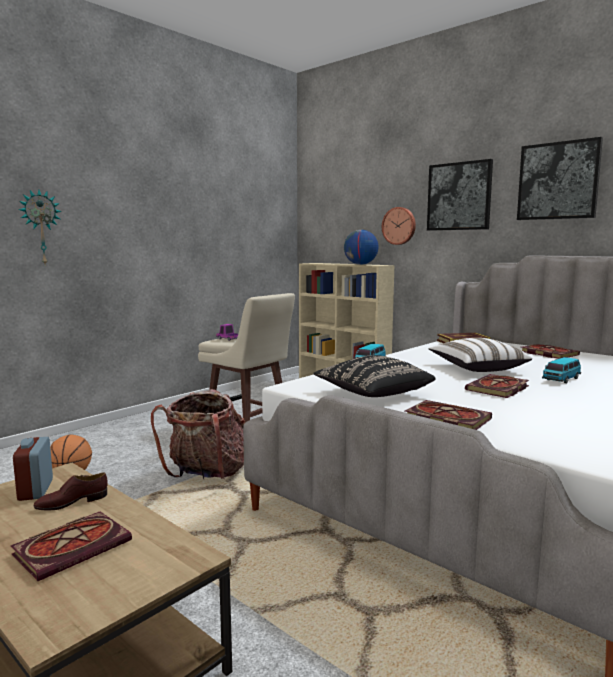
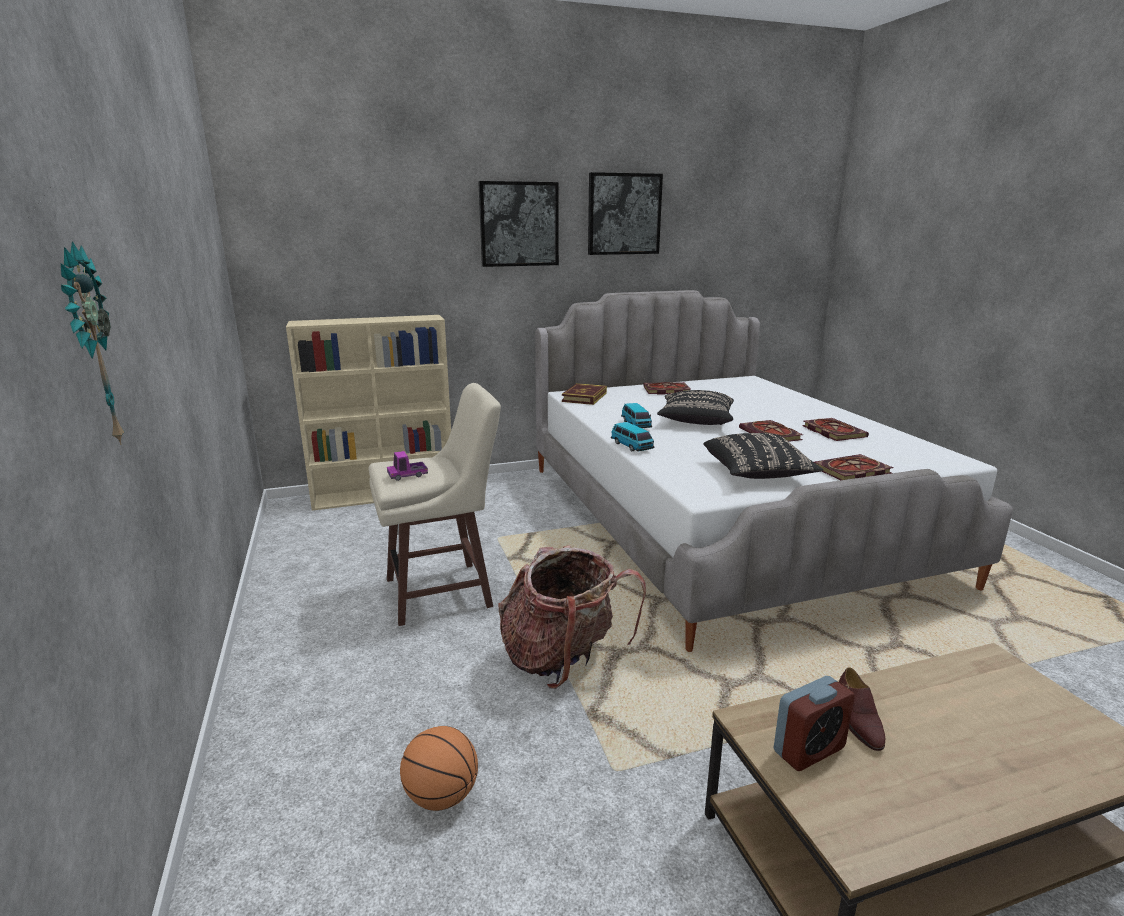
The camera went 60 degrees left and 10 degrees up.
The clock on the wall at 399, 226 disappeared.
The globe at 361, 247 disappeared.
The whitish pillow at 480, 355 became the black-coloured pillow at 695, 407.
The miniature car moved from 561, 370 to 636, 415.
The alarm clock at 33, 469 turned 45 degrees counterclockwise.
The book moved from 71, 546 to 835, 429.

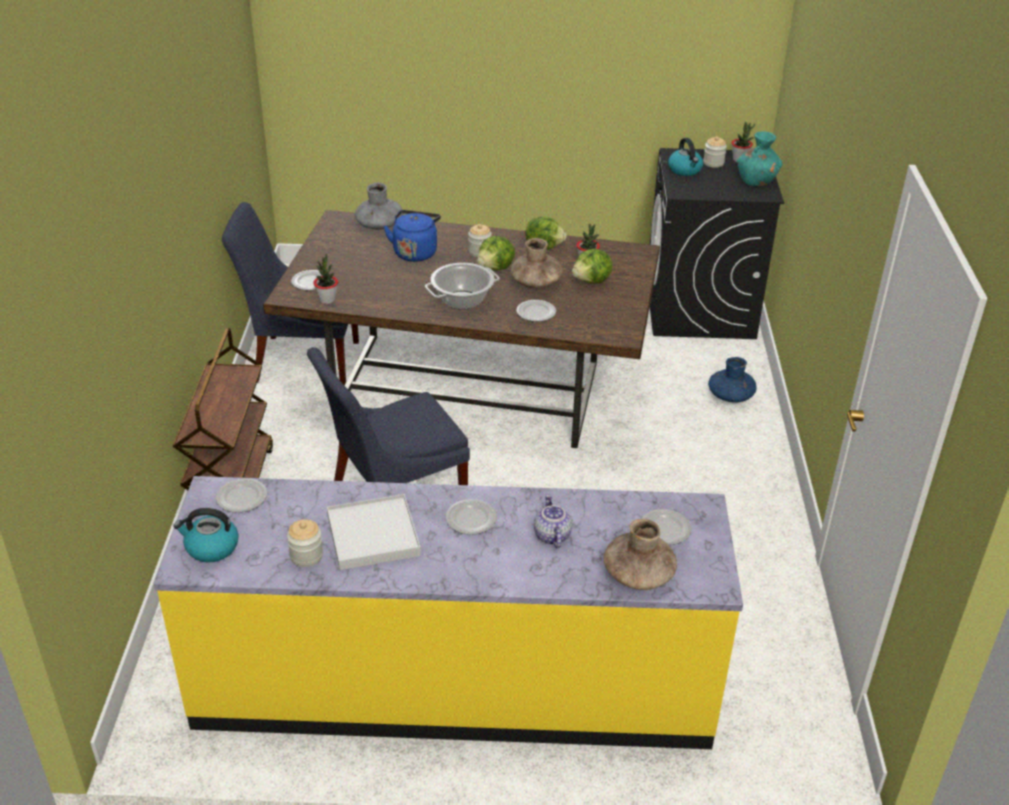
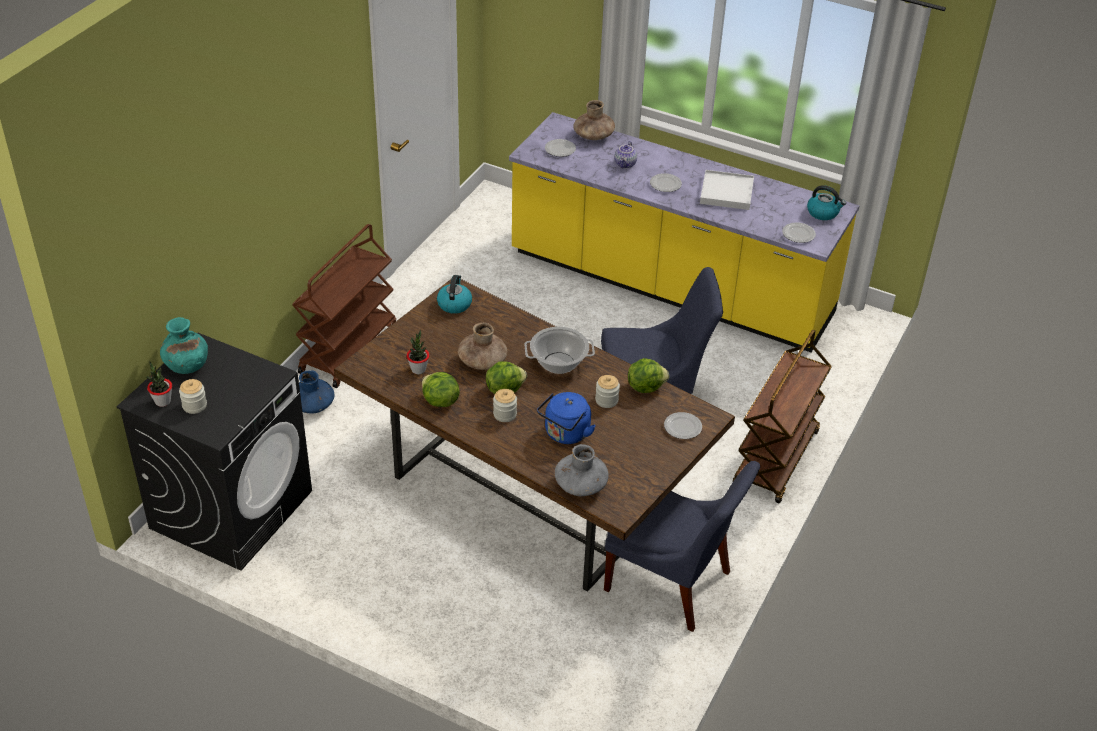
The camera went 155 degrees left and 5 degrees up.
The water kettle moved from 685, 157 to 454, 294.
The head of lettuce moved from 592, 265 to 648, 375.
The houseplant at 325, 278 disappeared.
The dinner plate at 536, 311 disappeared.
The preserve jar moved from 305, 543 to 607, 391.
The brown-coloured cart at 344, 306 appeared.

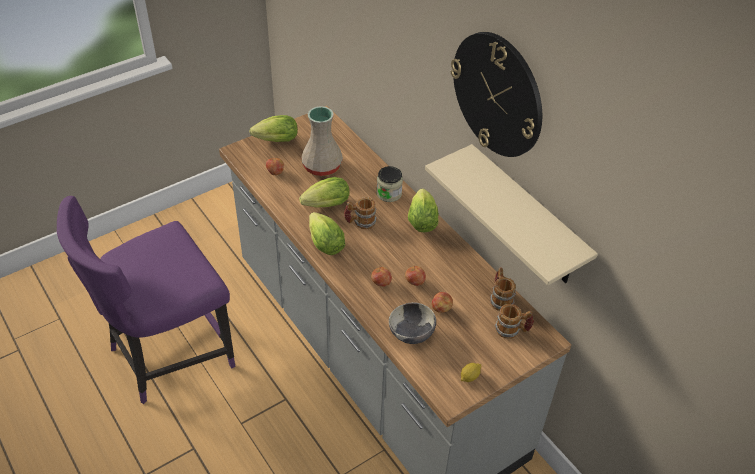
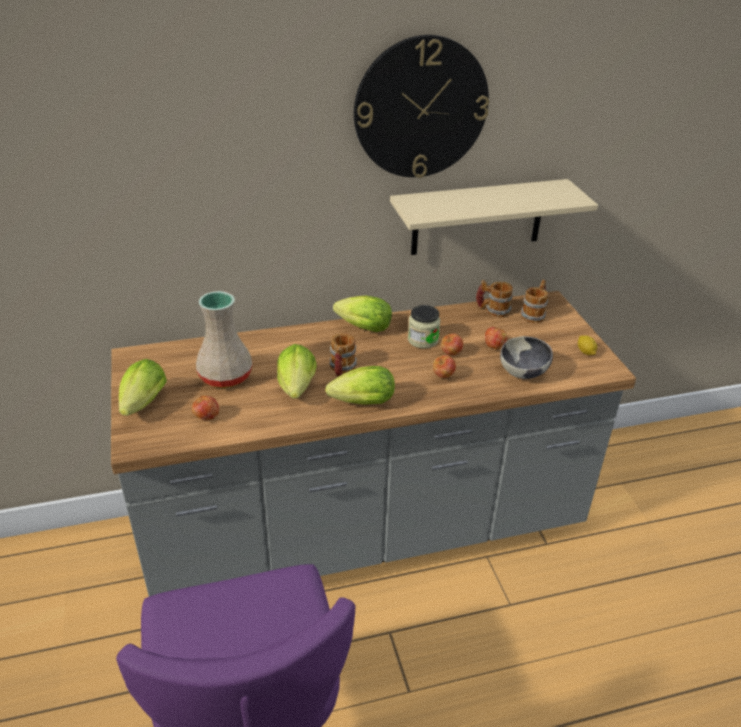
The camera went 70 degrees left and 10 degrees down.
The preserve jar moved from 389, 184 to 424, 327.

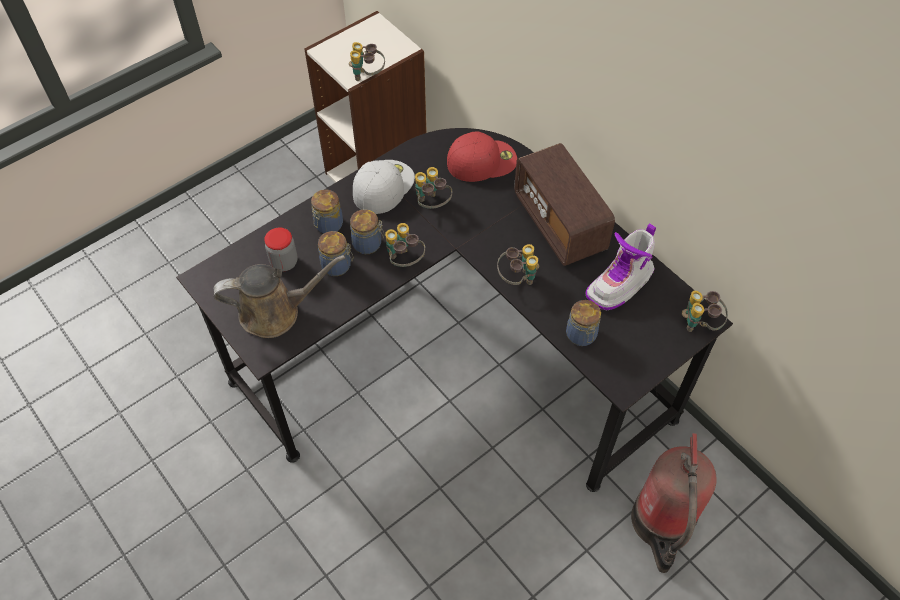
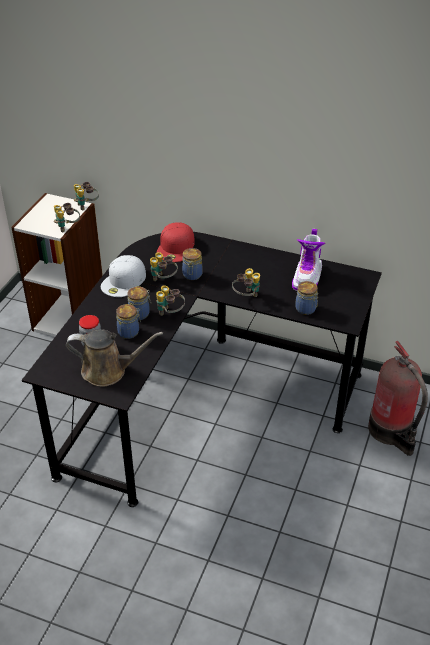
The camera went 30 degrees left and 15 degrees down.
The reddish cap at 482, 156 turned 150 degrees clockwise.
The radio receiver at 564, 204 disappeared.
The whitish cap at 384, 187 turned 150 degrees counterclockwise.
The preserve jar moved from 327, 212 to 192, 264.
The brown-coloured watering pot at 280, 296 turned 45 degrees clockwise.
The pair of binoculars moved from 705, 311 to 86, 196.

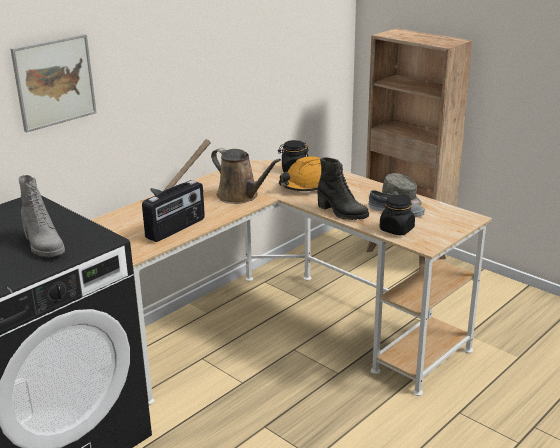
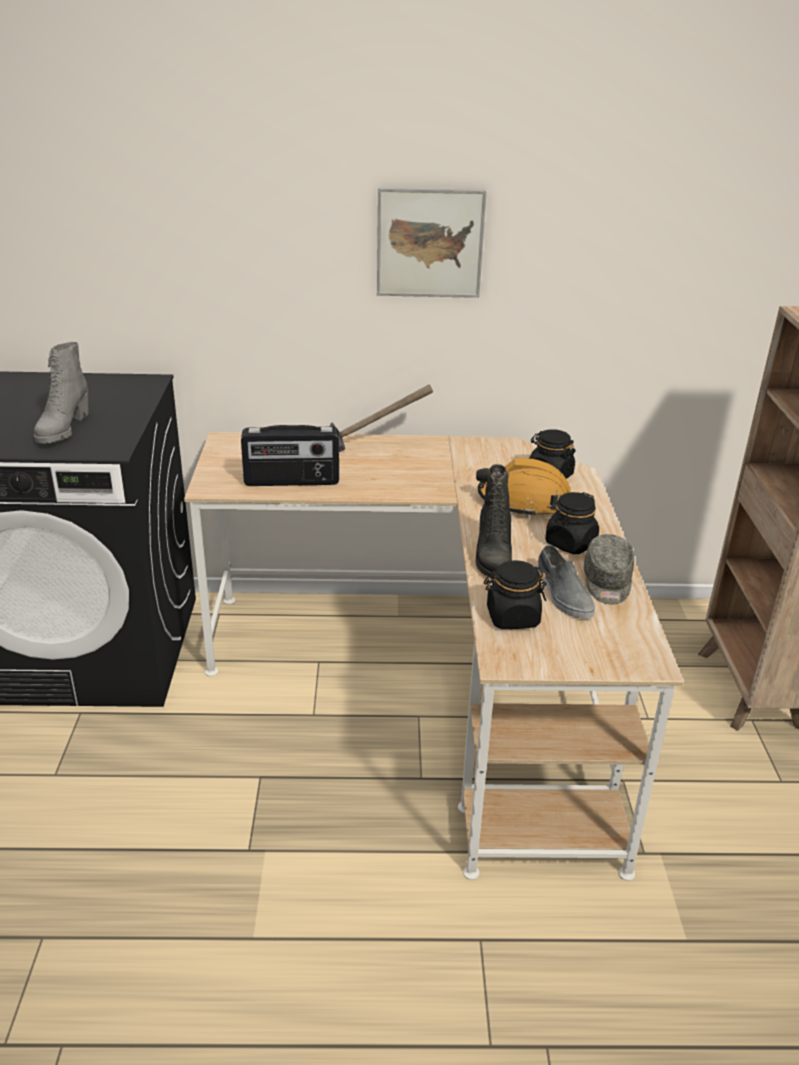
The camera went 45 degrees right and 5 degrees up.
The picture moved from 53, 83 to 432, 242.
The brown-coloured watering pot at 246, 176 disappeared.
The black-coloured preserve jar at 572, 523 appeared.

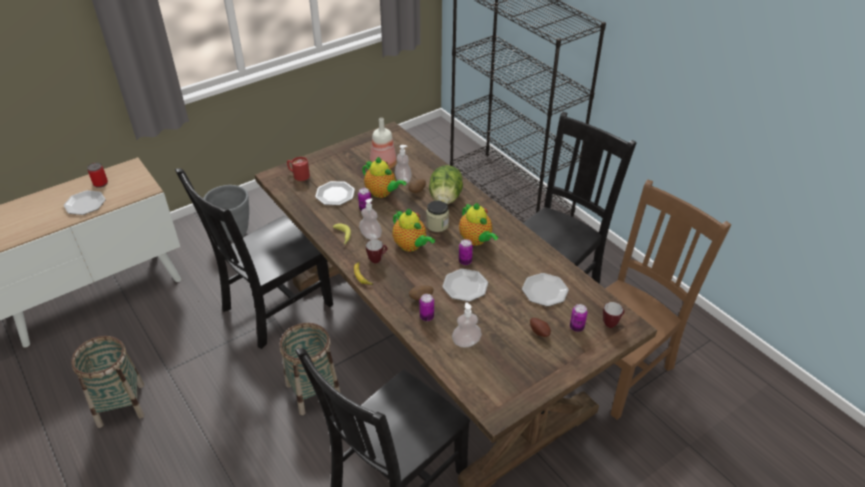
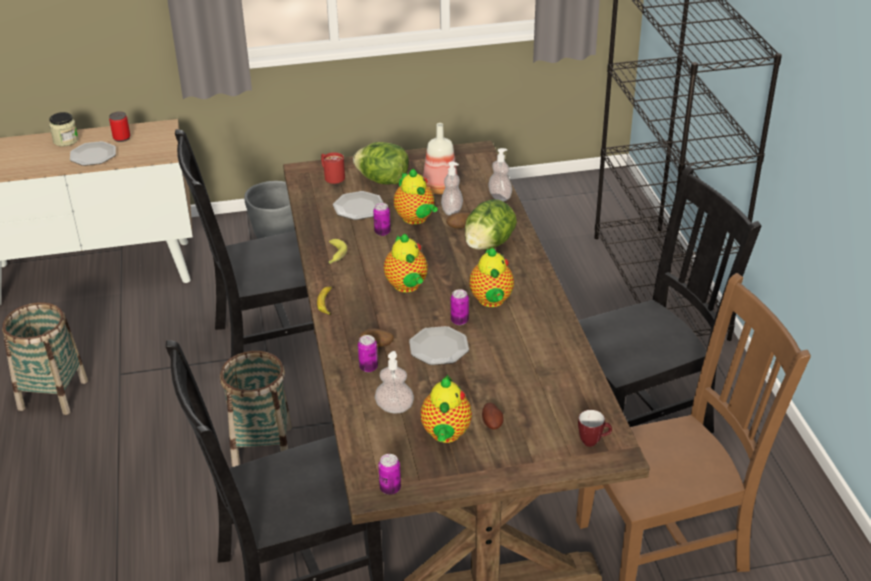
The camera went 25 degrees right and 5 degrees down.
The soap bottle moved from 370, 219 to 500, 175.
The preserve jar moved from 437, 216 to 64, 129.
The tea mug at 376, 251 disappeared.
The dinner plate at 545, 289 disappeared.
The sealed can moved from 579, 318 to 389, 474.
The head of lettuce at 381, 163 appeared.
The tea pot at 446, 408 appeared.

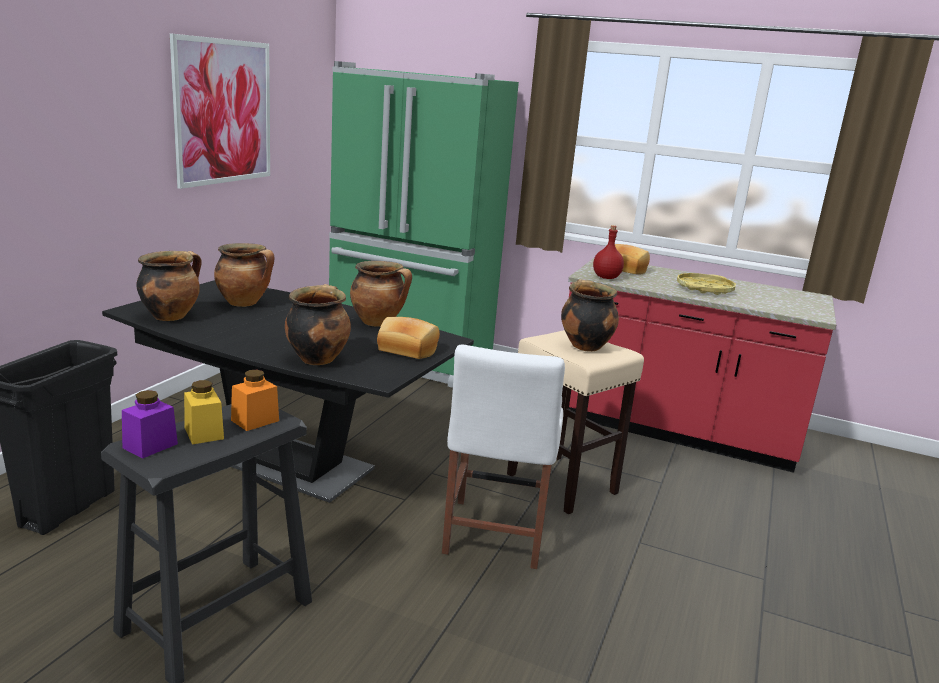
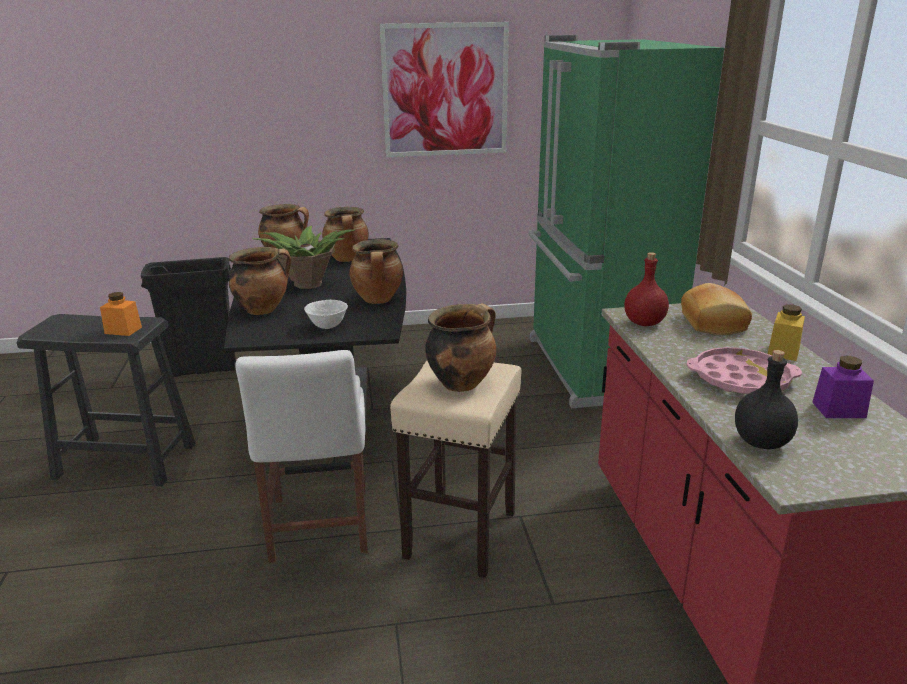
The camera went 60 degrees right and 5 degrees up.
The yellow serving tray at 706, 284 became the pinkish serving tray at 744, 371.
The bakery bread at 408, 338 was replaced by the whitish serving bowl at 326, 314.
The whitish upright chair at 503, 456 turned 75 degrees counterclockwise.
The yellow preserve jar moved from 204, 412 to 786, 332.
The purple preserve jar moved from 150, 424 to 843, 387.
The houseplant at 303, 257 appeared.
The black-coloured bottle at 766, 399 appeared.

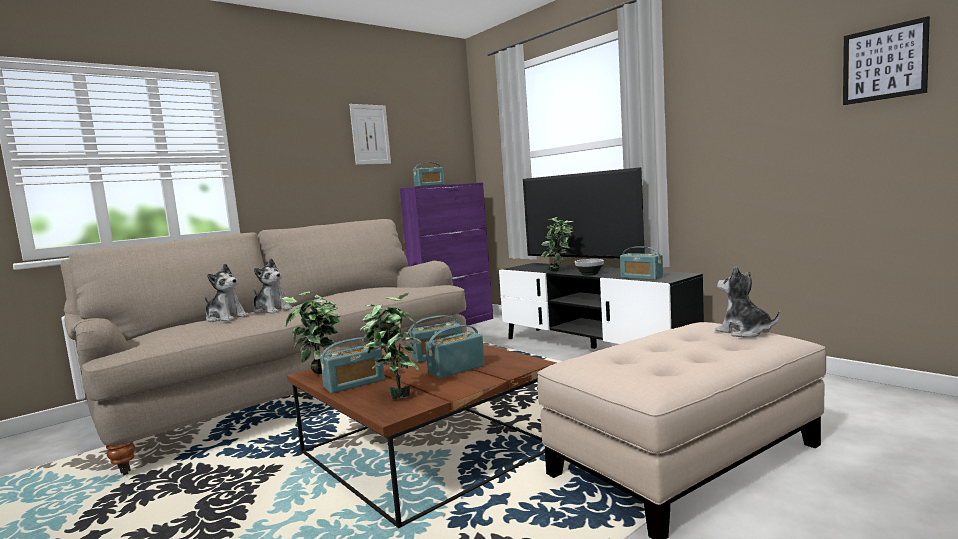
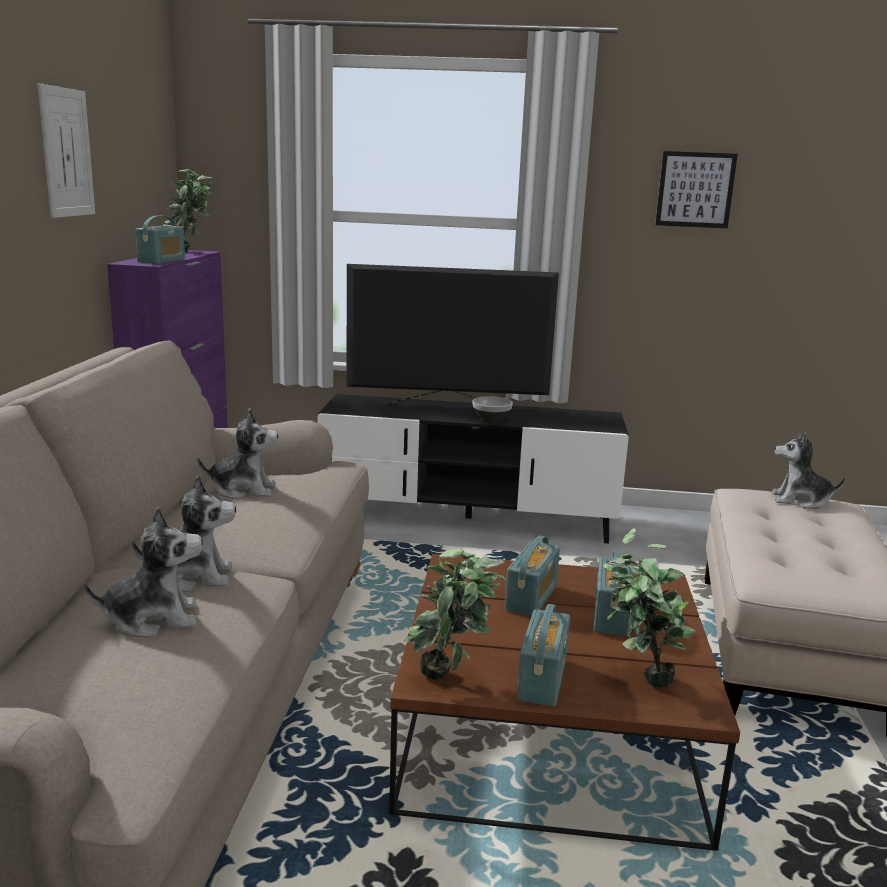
The camera went 45 degrees left and 10 degrees up.
The picture moved from 886, 60 to 696, 189.
The houseplant moved from 557, 244 to 189, 210.
The radio receiver at 641, 263 disappeared.
The plush toy at 238, 454 appeared.

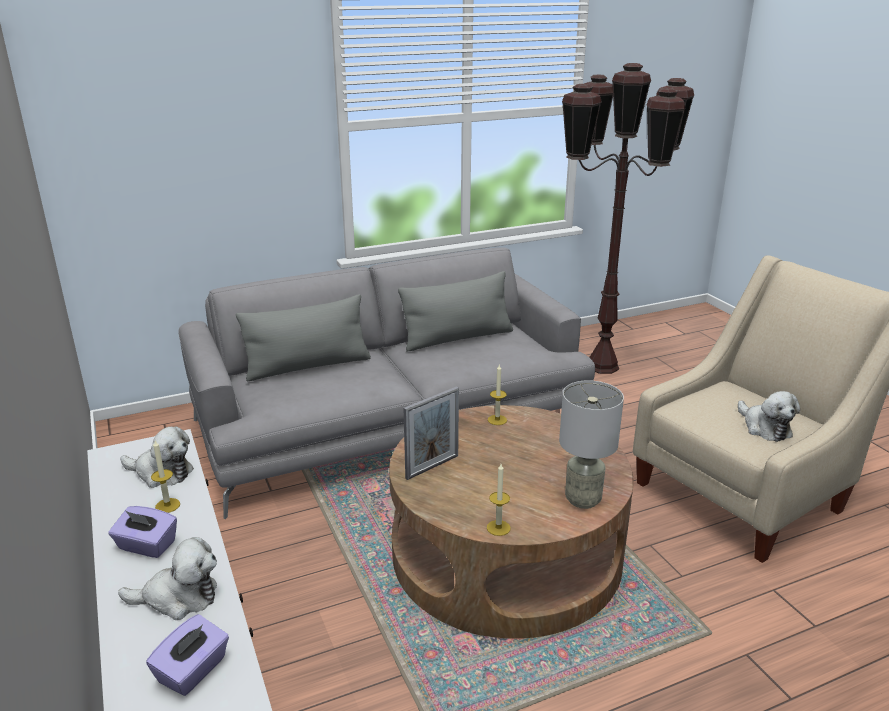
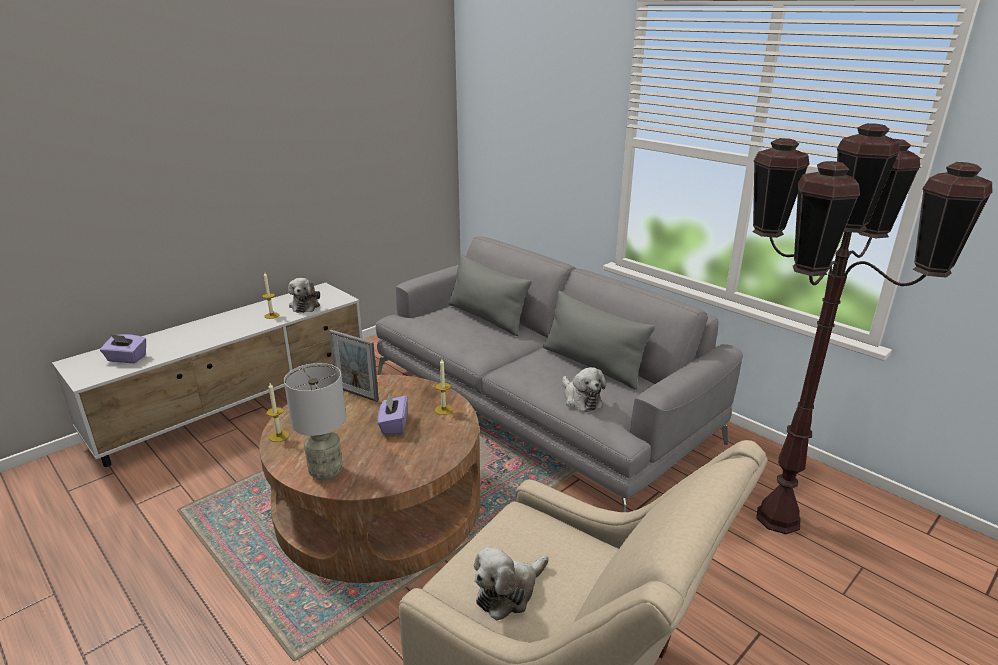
The camera went 70 degrees right and 0 degrees up.
The purple tissue box moved from 143, 532 to 393, 414.
The plush toy moved from 167, 578 to 584, 389.

